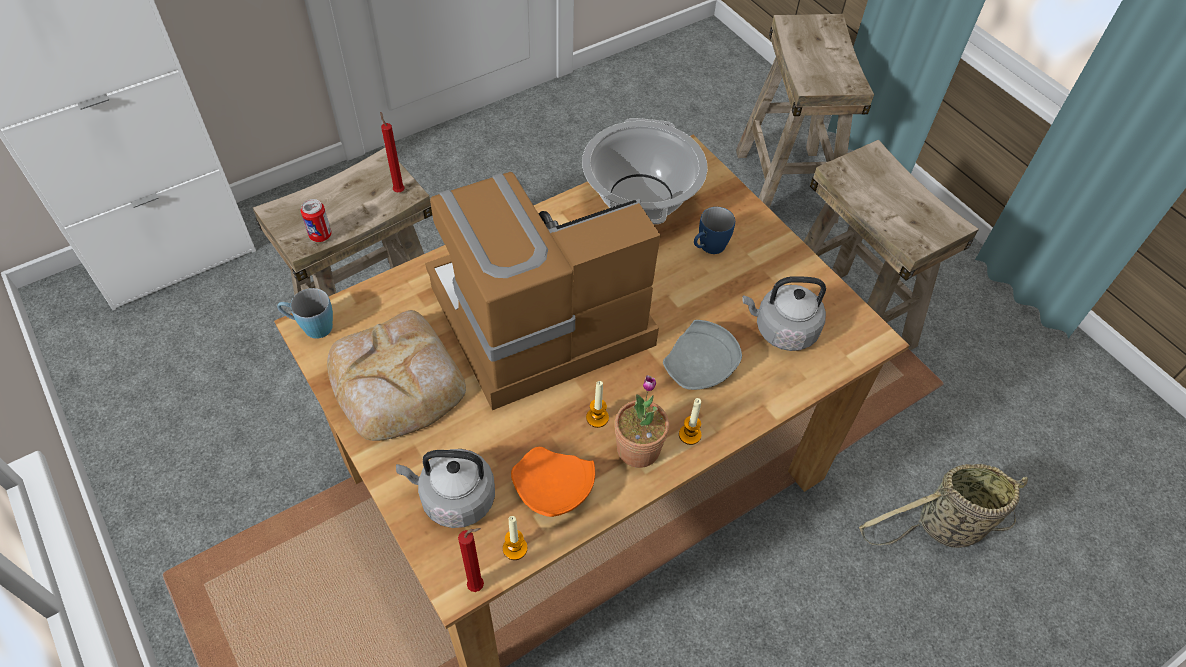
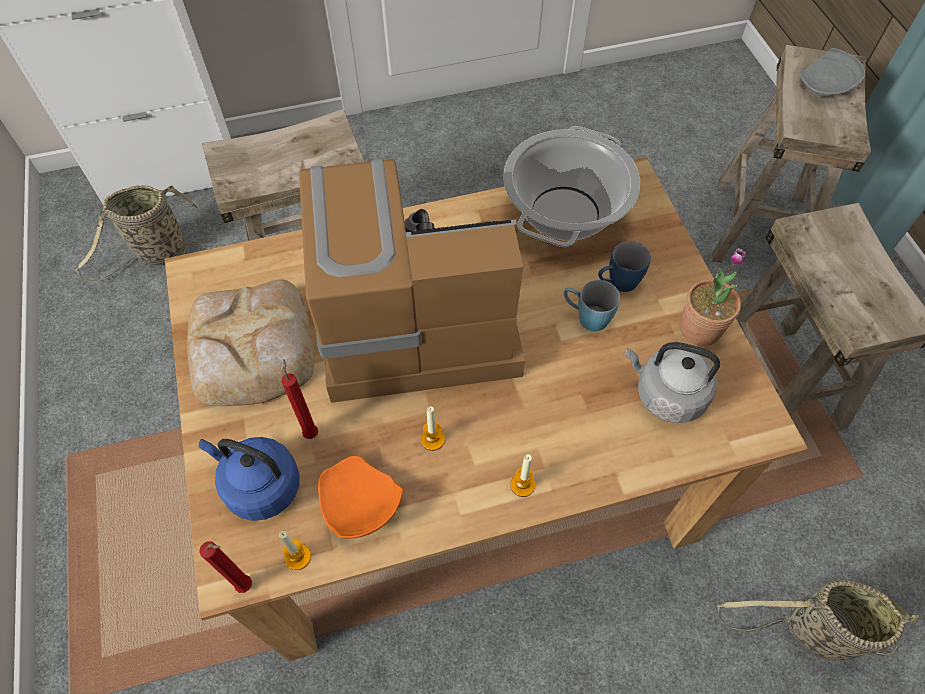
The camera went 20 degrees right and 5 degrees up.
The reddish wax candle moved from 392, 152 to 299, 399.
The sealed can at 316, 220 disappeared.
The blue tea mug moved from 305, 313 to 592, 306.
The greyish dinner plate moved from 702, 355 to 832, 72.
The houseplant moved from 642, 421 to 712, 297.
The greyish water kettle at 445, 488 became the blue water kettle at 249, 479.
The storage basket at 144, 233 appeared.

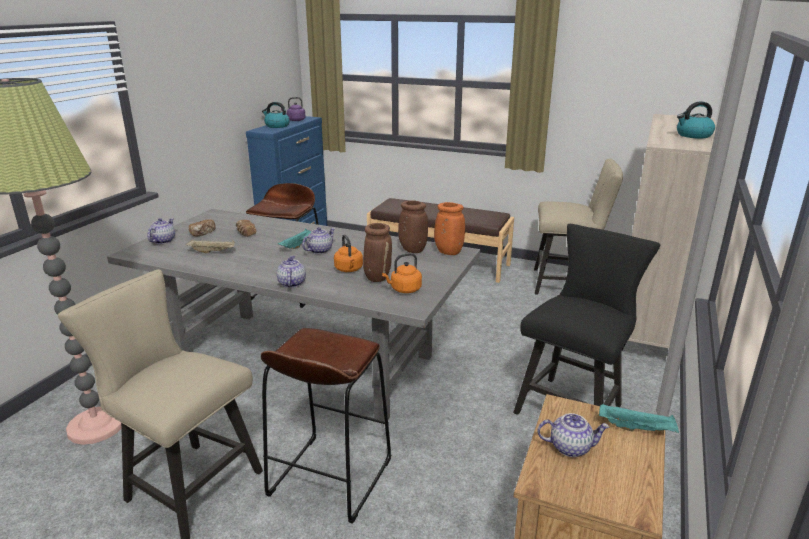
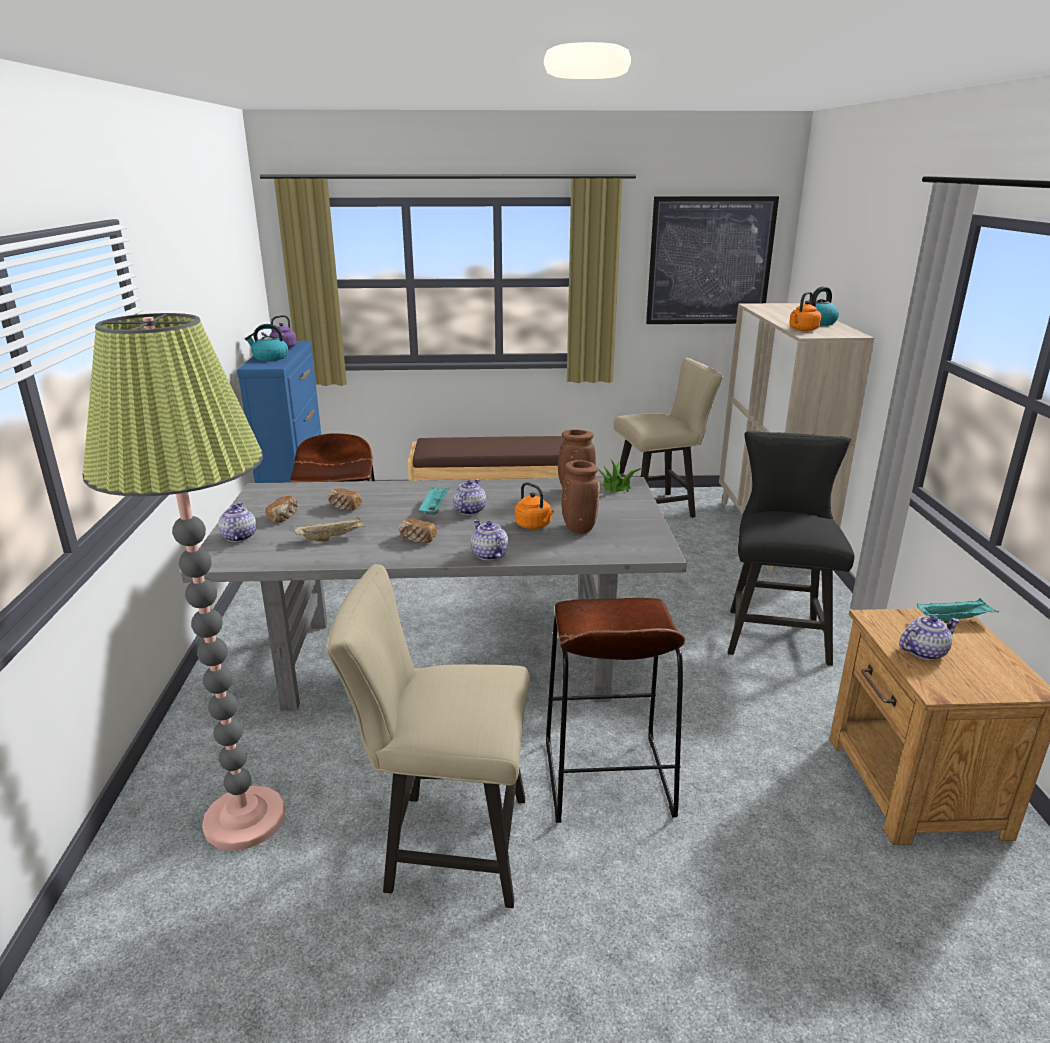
The camera went 25 degrees left and 0 degrees up.
The orangey vase at 449, 228 was replaced by the houseplant at 620, 476.
The orangey water kettle moved from 402, 273 to 805, 311.
The picture at 712, 260 appeared.
The bakery bread at 418, 530 appeared.

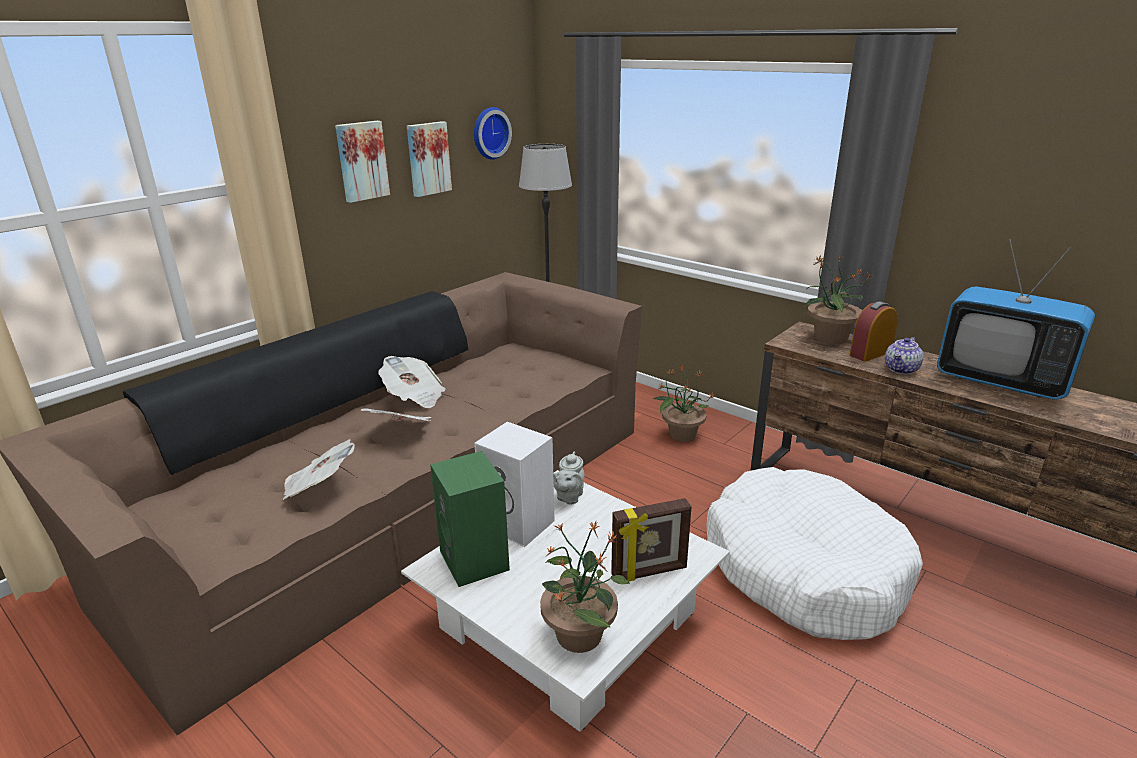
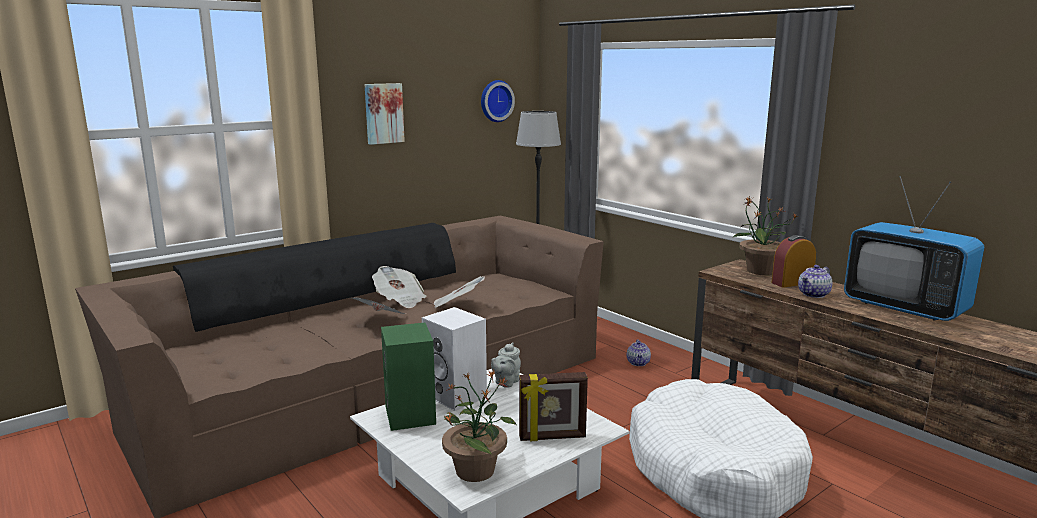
The camera went 10 degrees right and 10 degrees down.
The picture at 429, 159 disappeared.
The houseplant at 684, 404 was replaced by the tea pot at 639, 352.
The printed paper moved from 319, 469 to 459, 292.

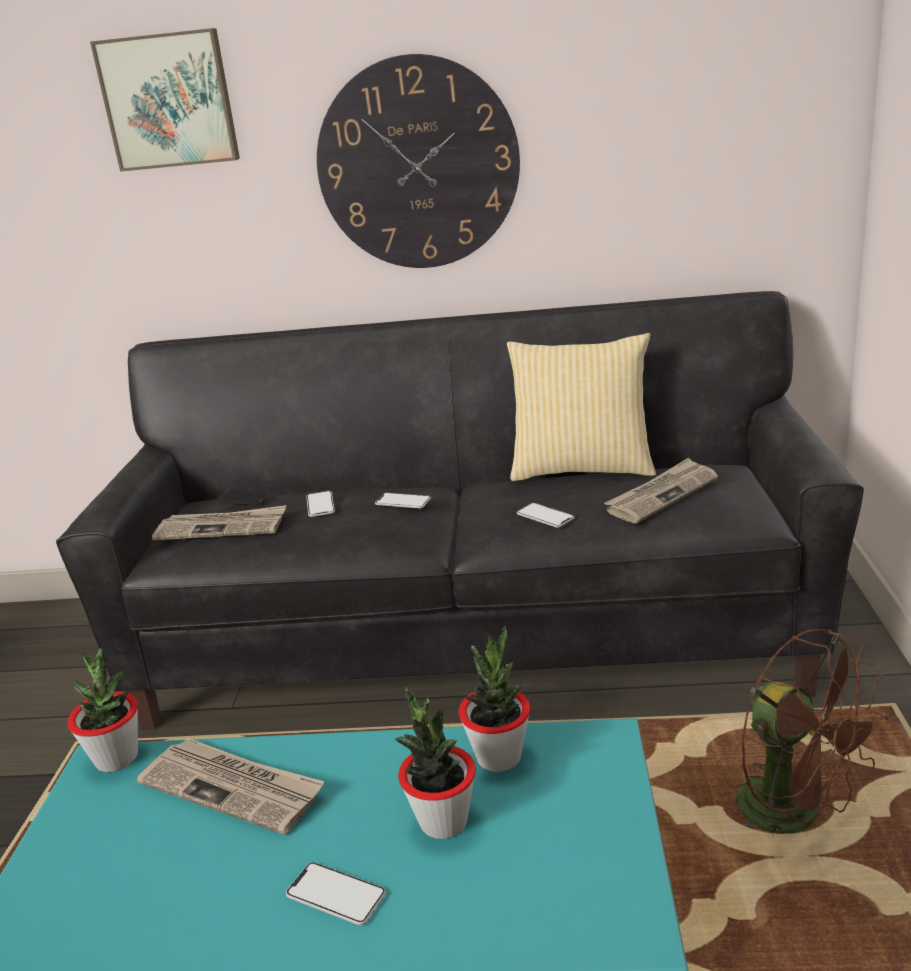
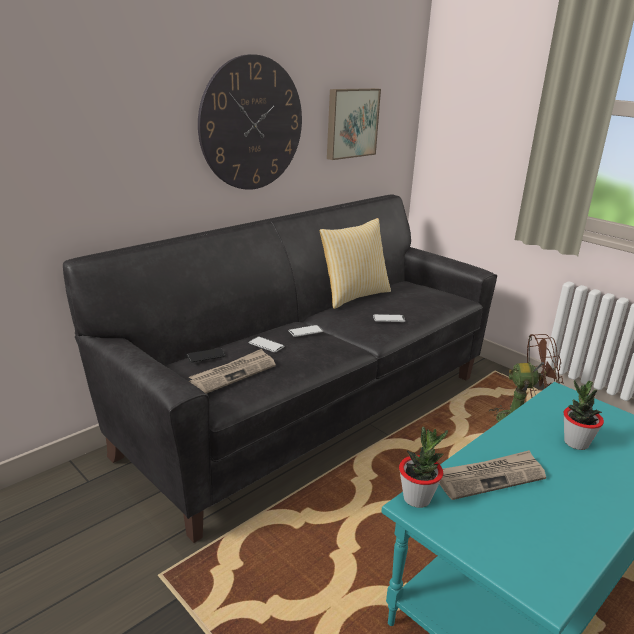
The camera went 50 degrees left and 0 degrees up.
The picture moved from 165, 100 to 354, 124.
The printed paper at 661, 490 disappeared.
The houseplant at 494, 699 disappeared.
The handset at 336, 893 disappeared.

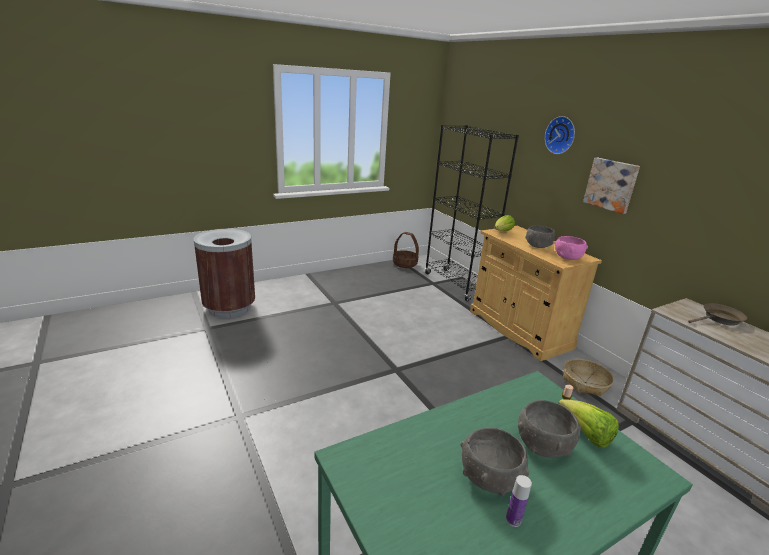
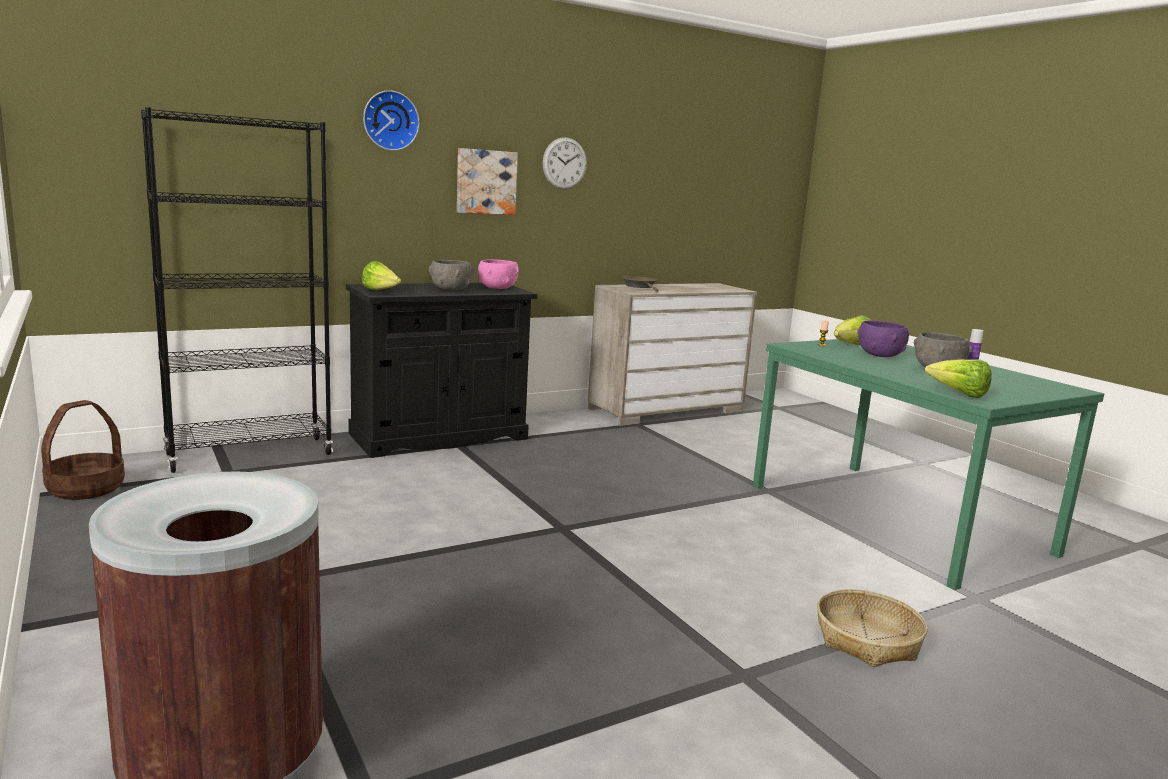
The camera went 90 degrees left and 10 degrees down.
The sand-coloured storage cabinet at 536, 293 became the black-coloured storage cabinet at 441, 370.
The storage basket moved from 588, 377 to 872, 628.
The greyish serving bowl at 549, 429 became the purple serving bowl at 883, 338.
The clock on the wall at 565, 163 appeared.
The head of lettuce at 958, 378 appeared.

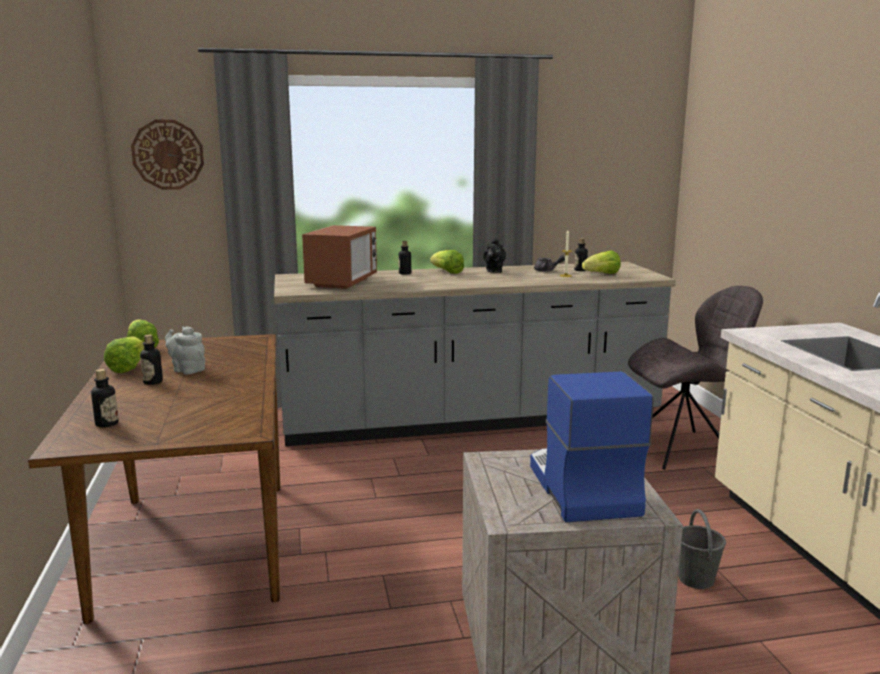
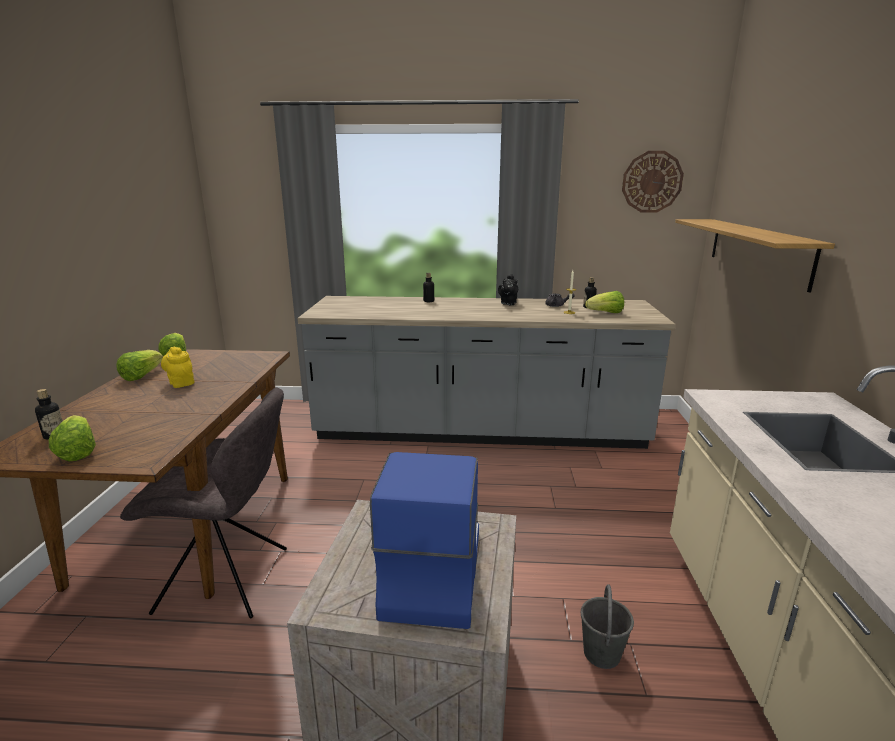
The camera went 15 degrees right and 5 degrees up.
The clock on the wall moved from 167, 155 to 653, 182.
The microwave oven at 339, 257 disappeared.
The head of lettuce moved from 447, 262 to 72, 438.
The greyish upright chair moved from 695, 378 to 203, 503.
The greyish tea pot at 185, 350 became the yellow tea pot at 178, 367.
The bottle at 151, 360 disappeared.
The shelf at 755, 256 appeared.

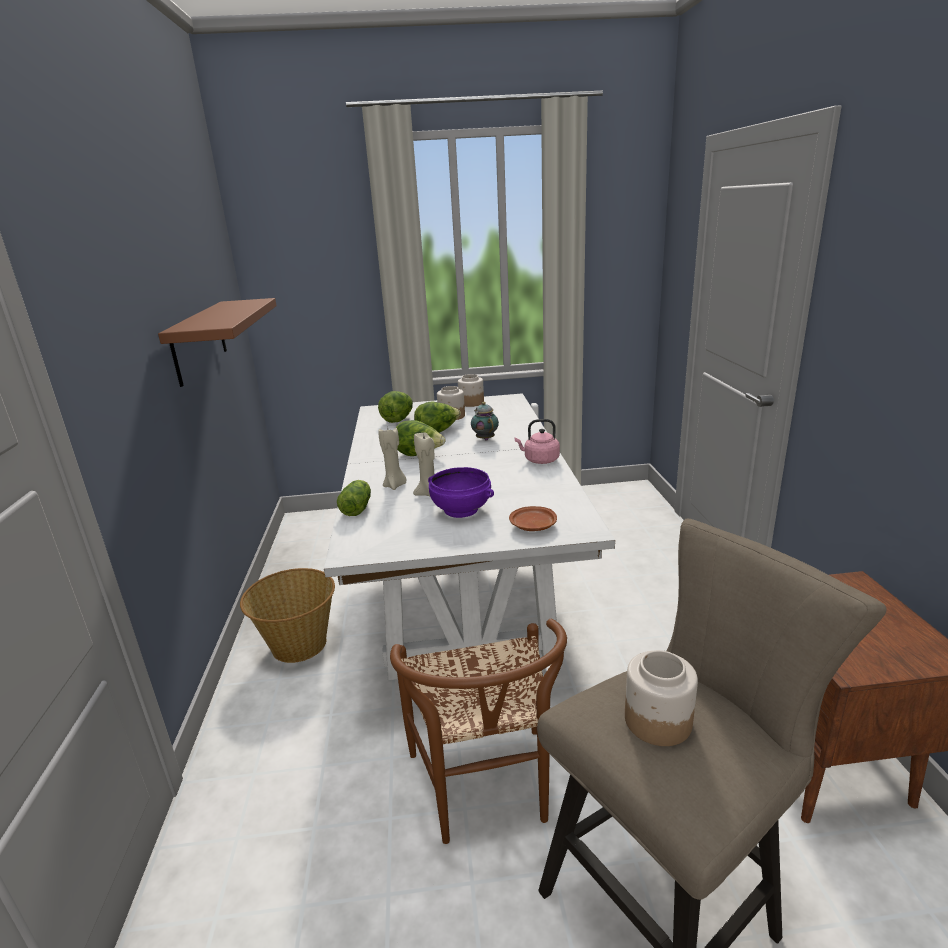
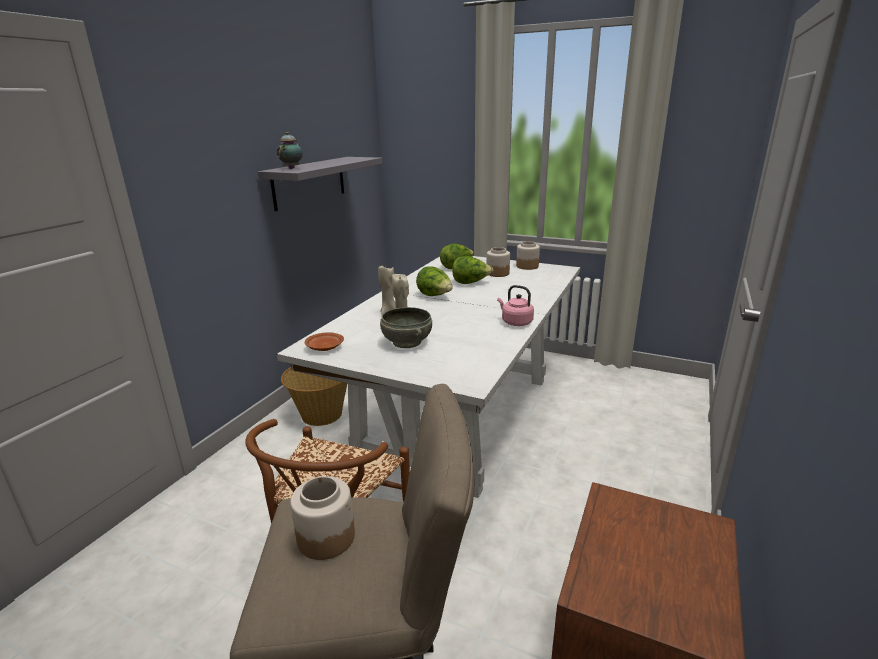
The camera went 30 degrees right and 0 degrees up.
The brown-coloured shelf at 217, 342 became the greyish shelf at 320, 184.
The tea pot moved from 485, 421 to 290, 150.
The purple serving bowl at 461, 492 became the greyish serving bowl at 406, 327.
The head of lettuce at 354, 498 disappeared.
The brown-coloured dinner plate moved from 533, 518 to 324, 341.

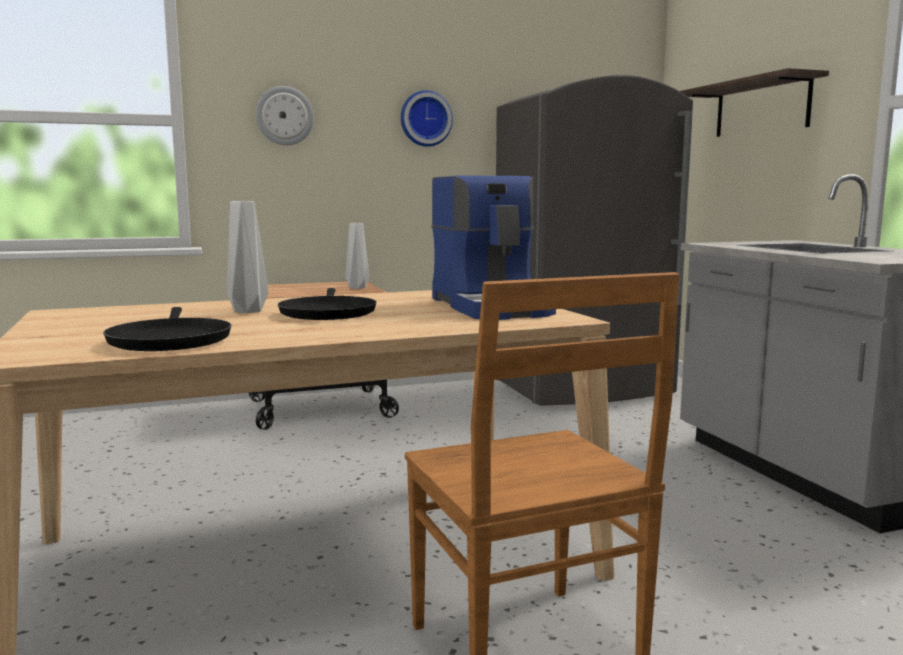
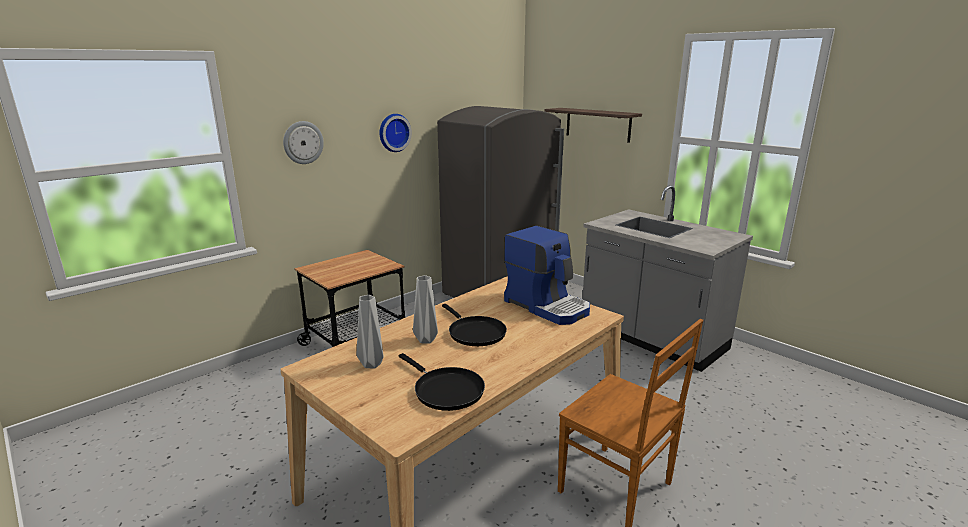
The camera went 25 degrees left and 10 degrees up.
The greyish vase moved from 357, 256 to 370, 332.

